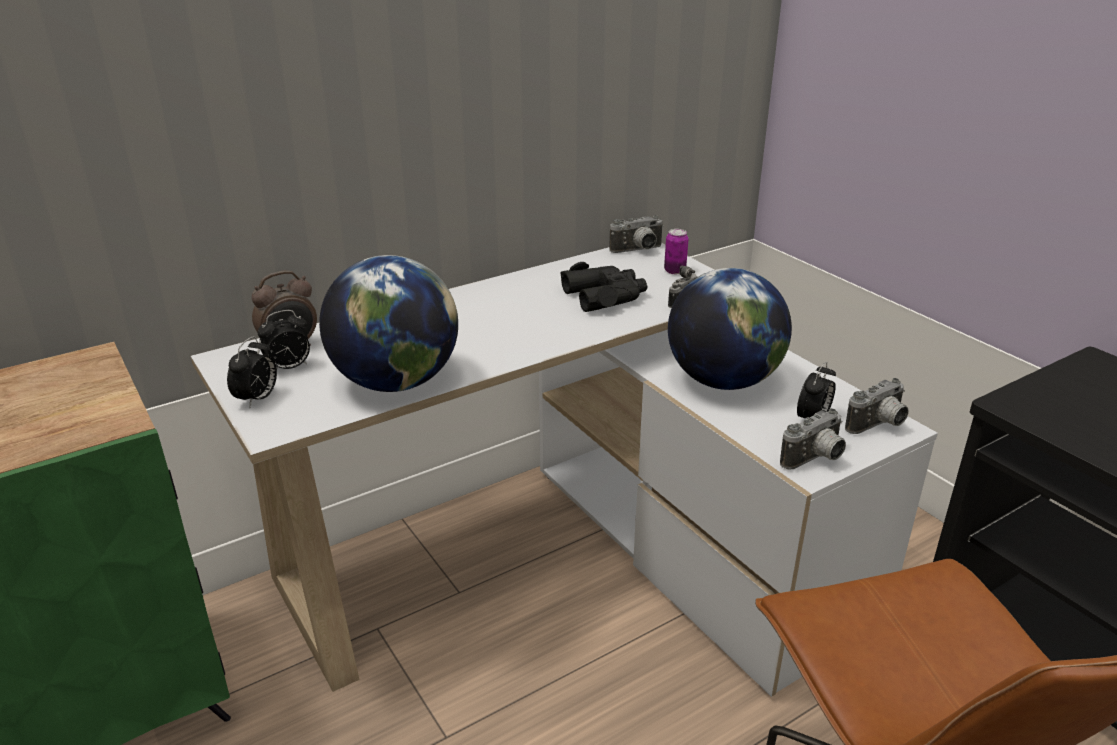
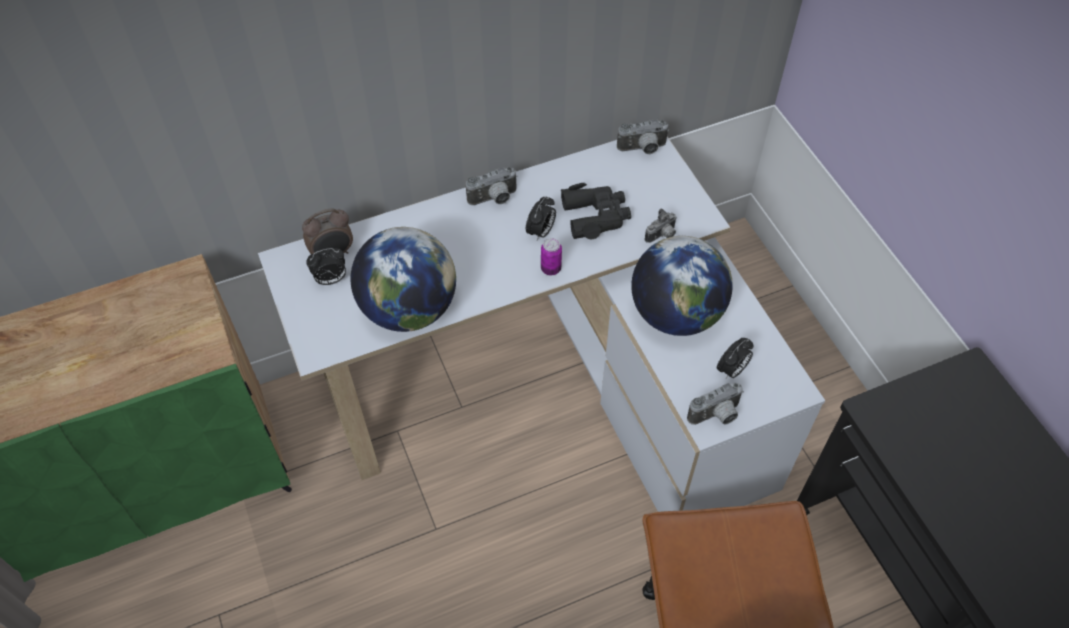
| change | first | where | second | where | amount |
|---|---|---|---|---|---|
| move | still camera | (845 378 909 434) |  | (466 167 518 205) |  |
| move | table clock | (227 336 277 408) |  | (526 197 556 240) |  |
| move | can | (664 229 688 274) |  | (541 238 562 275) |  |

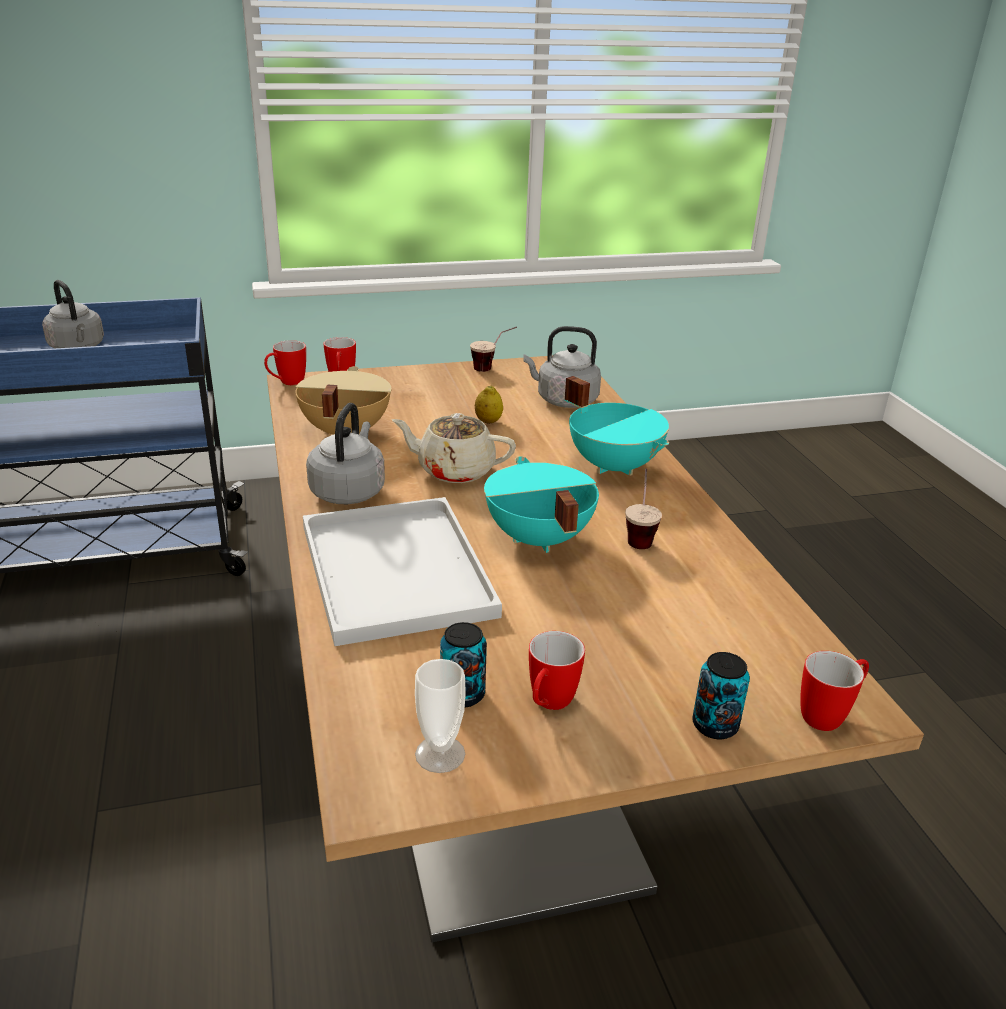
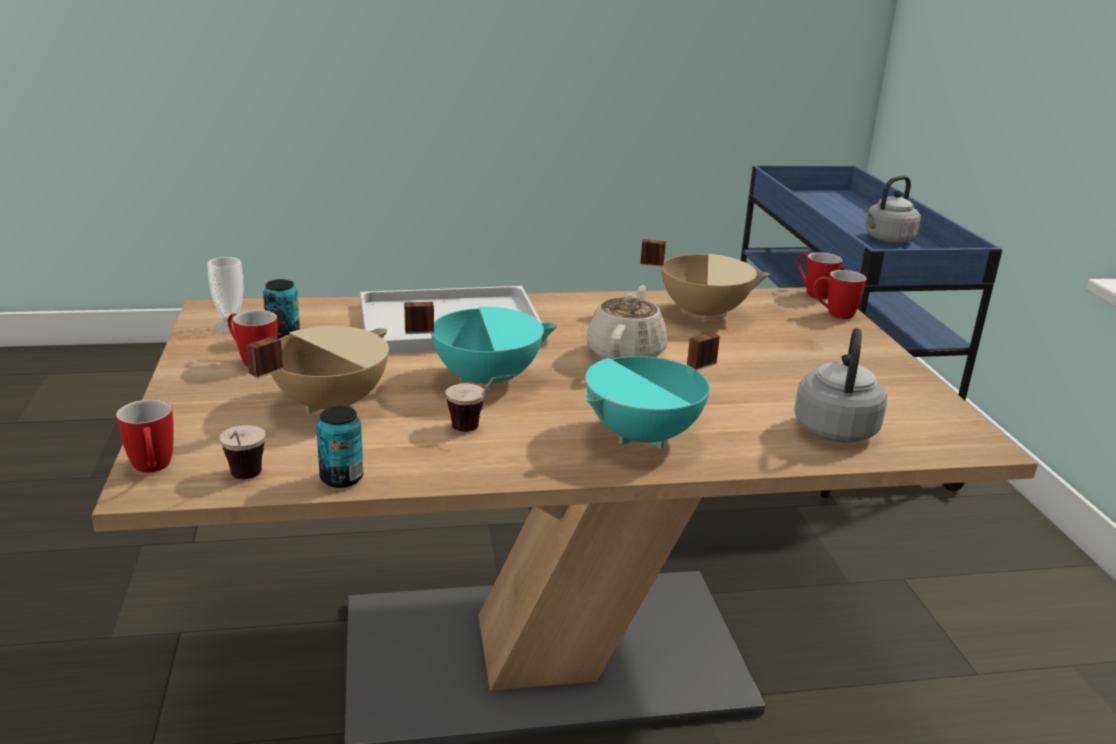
| change | first | where | second | where | amount |
|---|---|---|---|---|---|
| move | cup | (470 326 517 372) |  | (220 425 265 479) |  |
| insert |  |  | beige stockpot | (246 326 389 414) |  |
| move | can | (692 652 750 739) |  | (316 406 363 488) |  |
| delete | grey water kettle | (306 403 385 504) |  |  |  |
| delete | lemon | (475 385 503 424) |  |  |  |

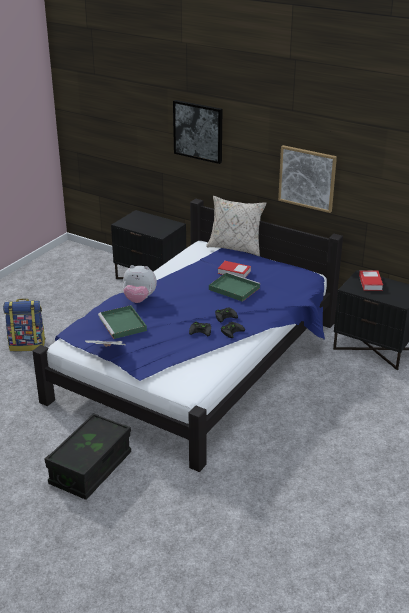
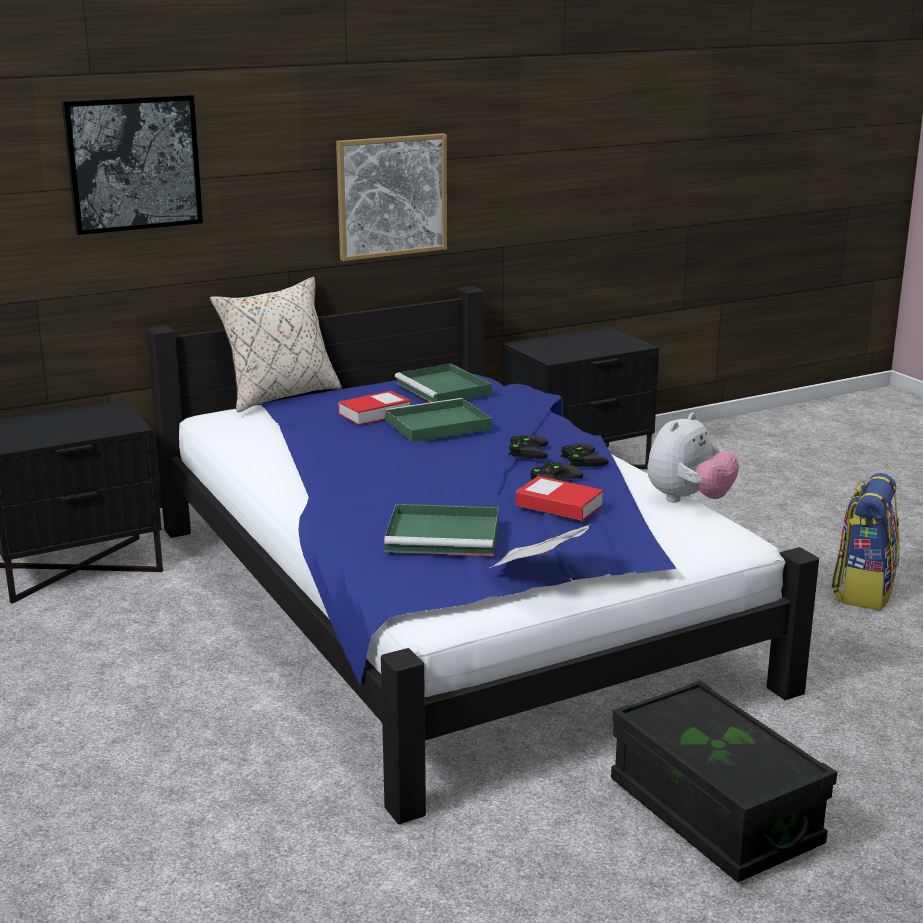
| change | first | where | second | where | amount |
|---|---|---|---|---|---|
| insert |  |  | green-coloured tray | (395 363 492 402) |  |
| move | volume | (359 270 383 291) |  | (516 476 603 521) |  |
| move | soft toy | (123 265 157 303) |  | (647 413 739 502) |  |
| move | rucksack | (3 299 46 351) |  | (831 473 900 610) |  |

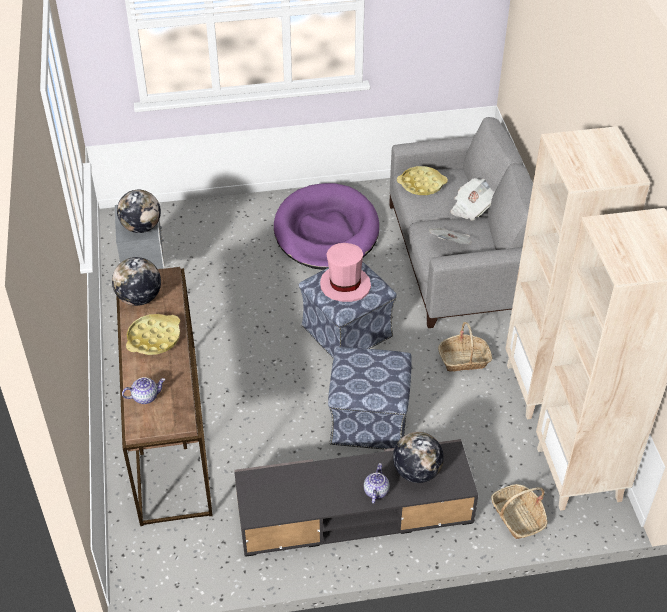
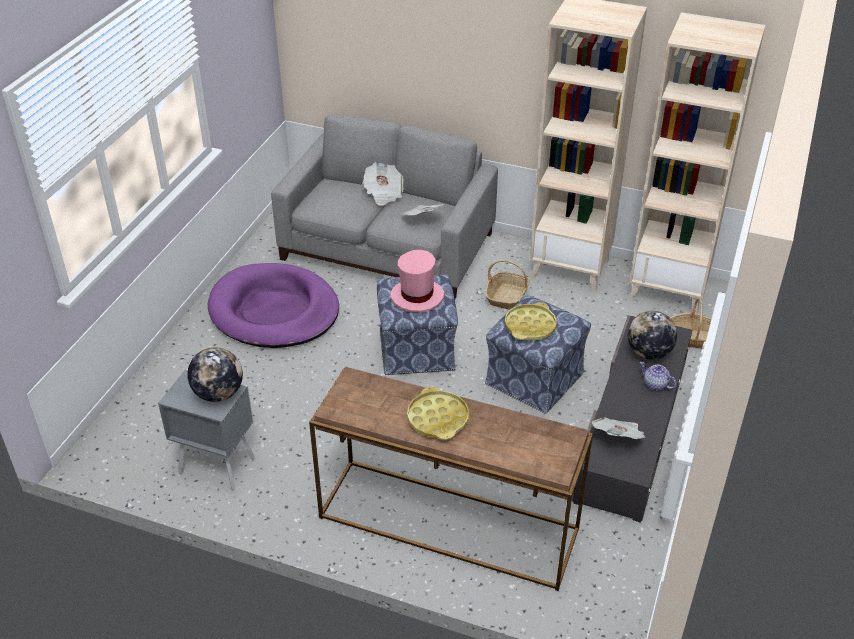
| change | first | where | second | where | amount |
|---|---|---|---|---|---|
| move | yellowish tray | (397 166 448 195) |  | (505 303 557 340) |  |
| insert |  |  | printed paper | (592 417 646 439) |  |
| delete | desk globe | (112 257 161 306) |  |  |  |
| delete | pot for tea | (122 377 165 404) |  |  |  |

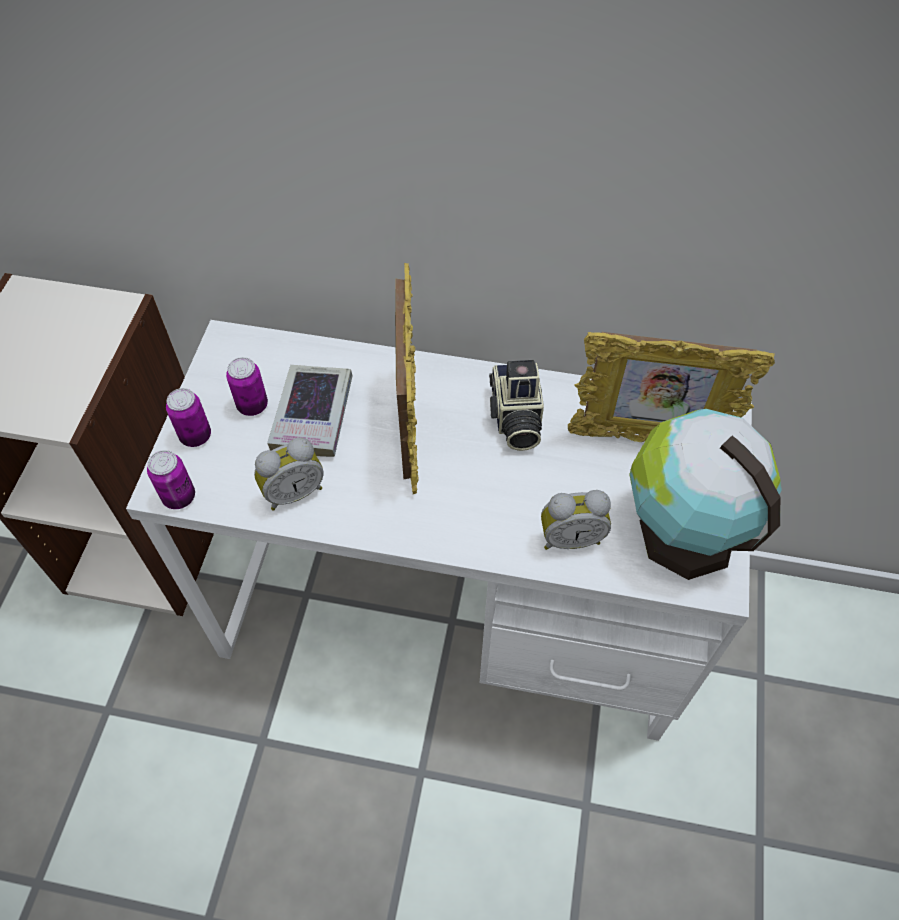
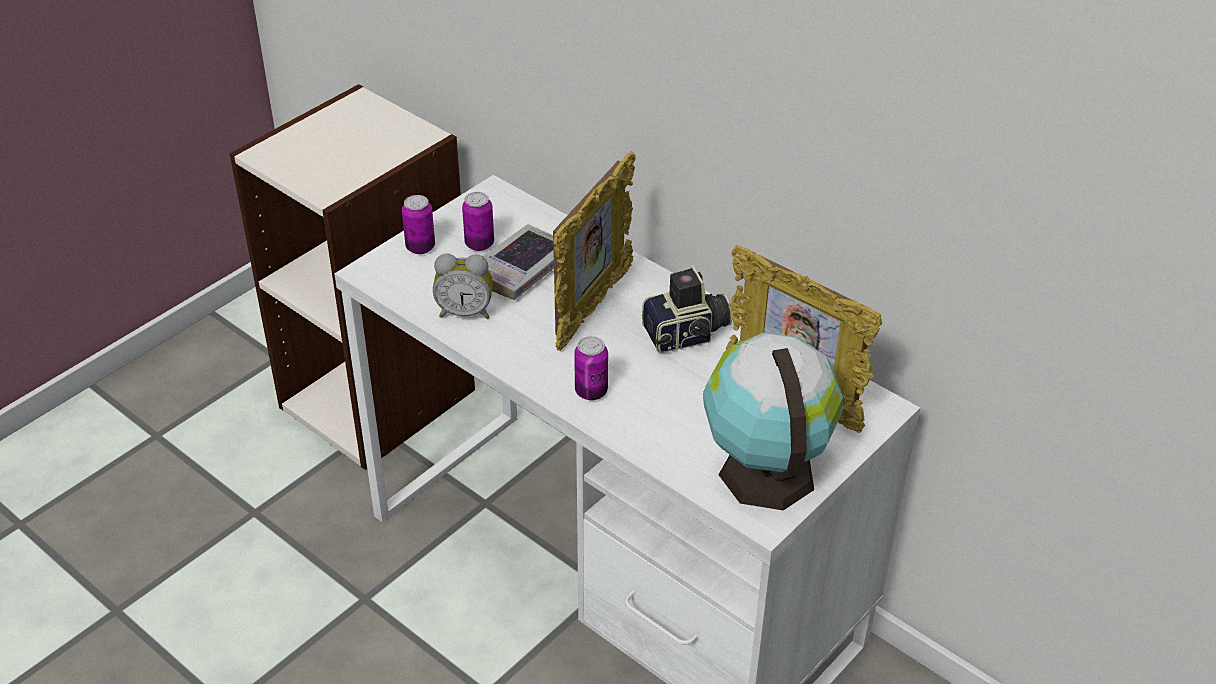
| change | first | where | second | where | amount |
|---|---|---|---|---|---|
| move | can | (147 450 195 509) |  | (574 336 608 400) |  |
| rotate | still camera | (489 360 544 451) |  | (642 265 732 353) | 135 degrees counterclockwise |
| delete | table clock | (541 490 611 550) |  |  |  |

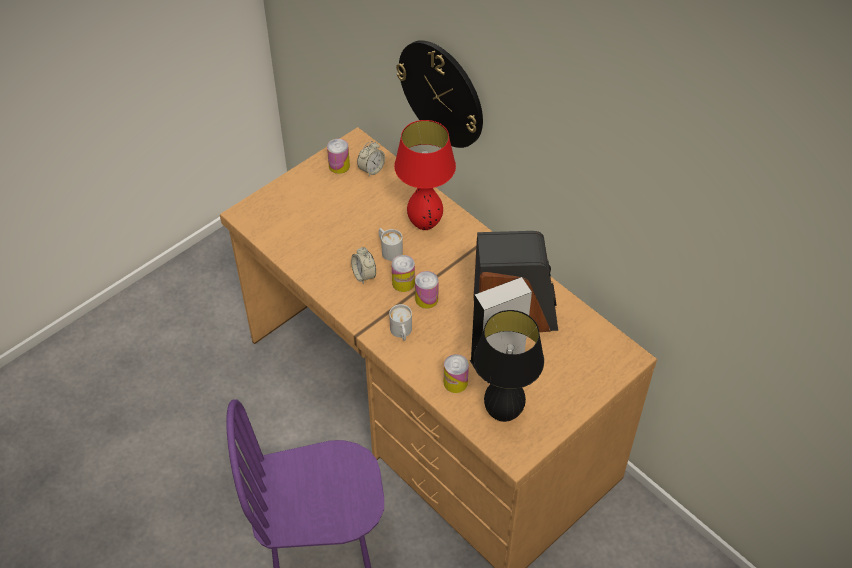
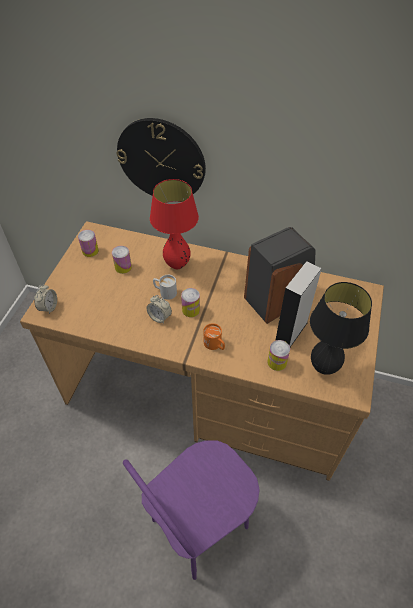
| change | first | where | second | where | amount |
|---|---|---|---|---|---|
| move | table clock | (357 141 385 177) |  | (34 284 57 314) |  |
| move | can | (415 271 439 309) |  | (112 246 132 274) |  |
| recolor | white-coloured coffee mug | (389 304 412 341) | orangey coffee mug | (204 323 225 350) |  |

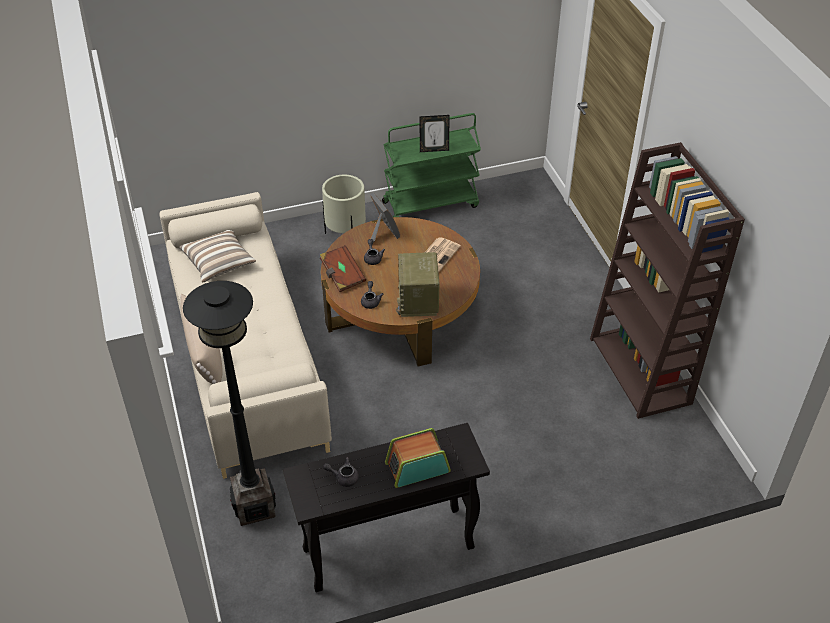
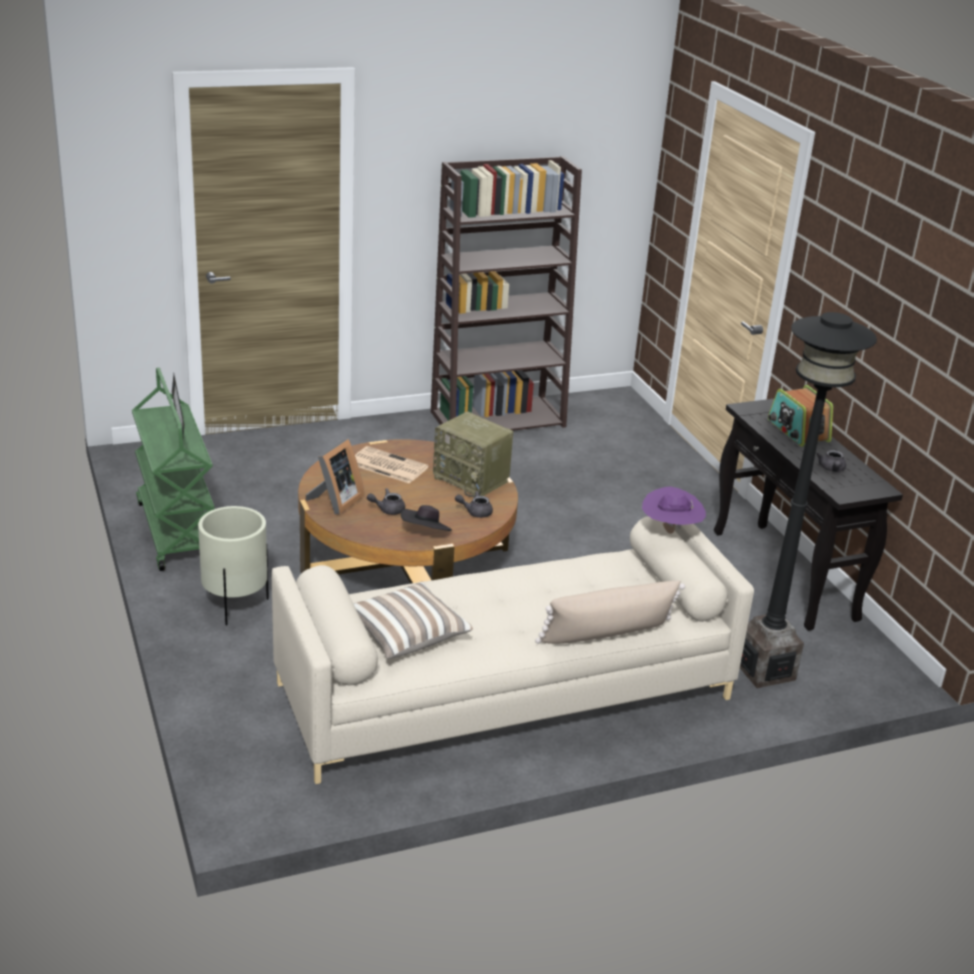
| change | first | where | second | where | amount |
|---|---|---|---|---|---|
| rotate | photo frame | (370 192 400 243) |  | (306 439 365 515) | 150 degrees clockwise |
| replace | brownish volume | (320 245 366 292) | black hat | (401 505 452 531) |  |
| rotate | radio | (396 252 440 317) |  | (433 412 513 497) | 45 degrees clockwise |
| insert |  |  | purple-coloured hat | (642 486 706 534) |  |

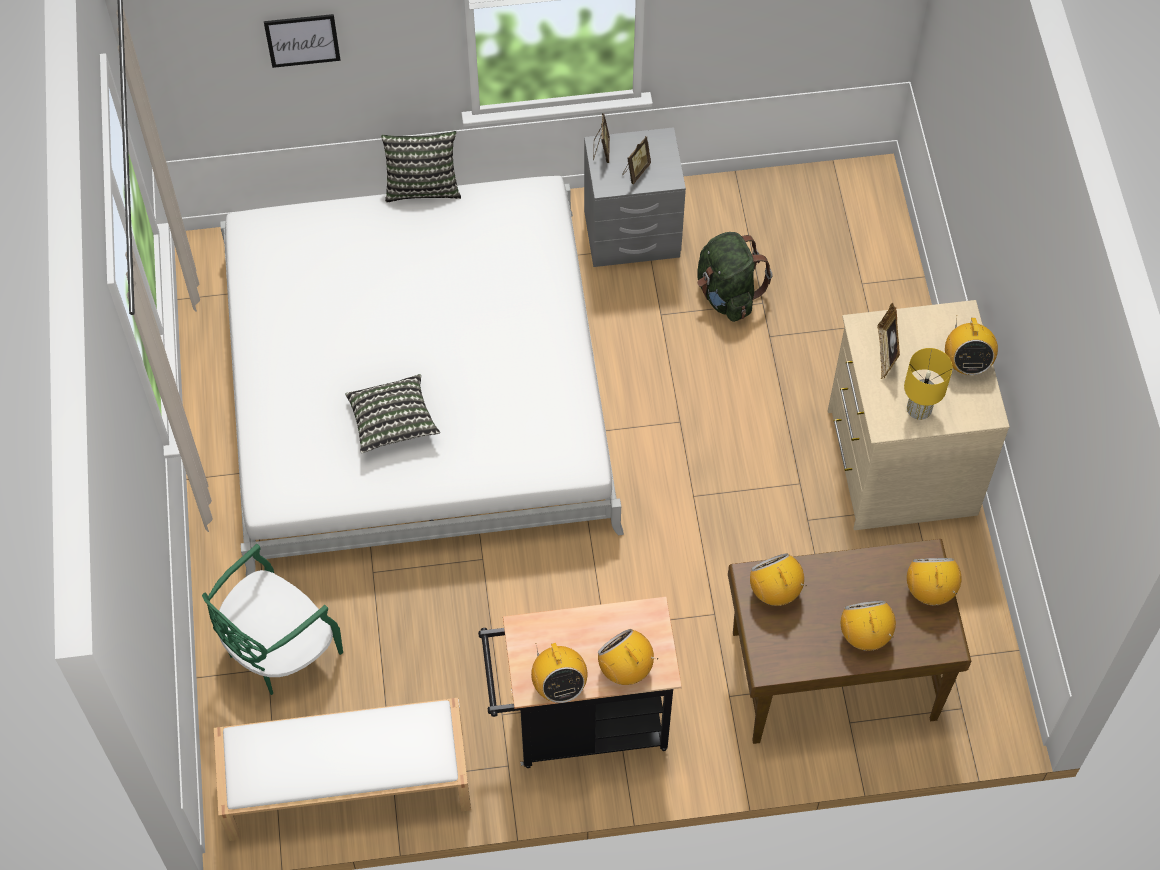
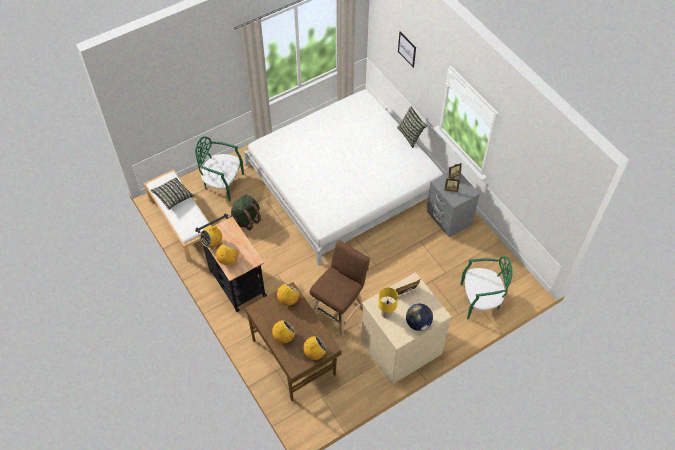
| change | first | where | second | where | amount |
|---|---|---|---|---|---|
| move | pillow | (345 374 440 453) |  | (150 177 194 210) |  |
| move | green-coloured rucksack | (697 232 773 322) |  | (230 194 261 230) |  |
| insert |  |  | brownish sitting stool | (309 240 370 336) |  |
| replace | radio | (945 318 998 375) | desk globe | (406 304 433 331) |  |
| insert |  |  | green-coloured upright chair | (460 256 513 319) |  |

